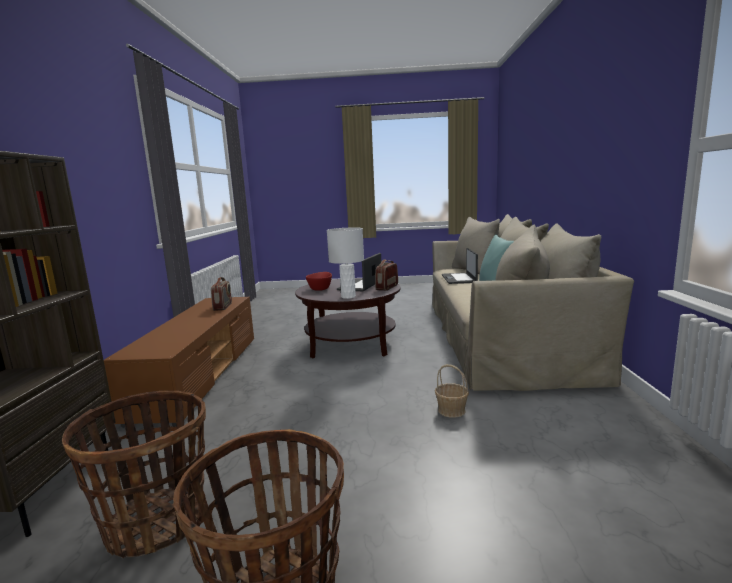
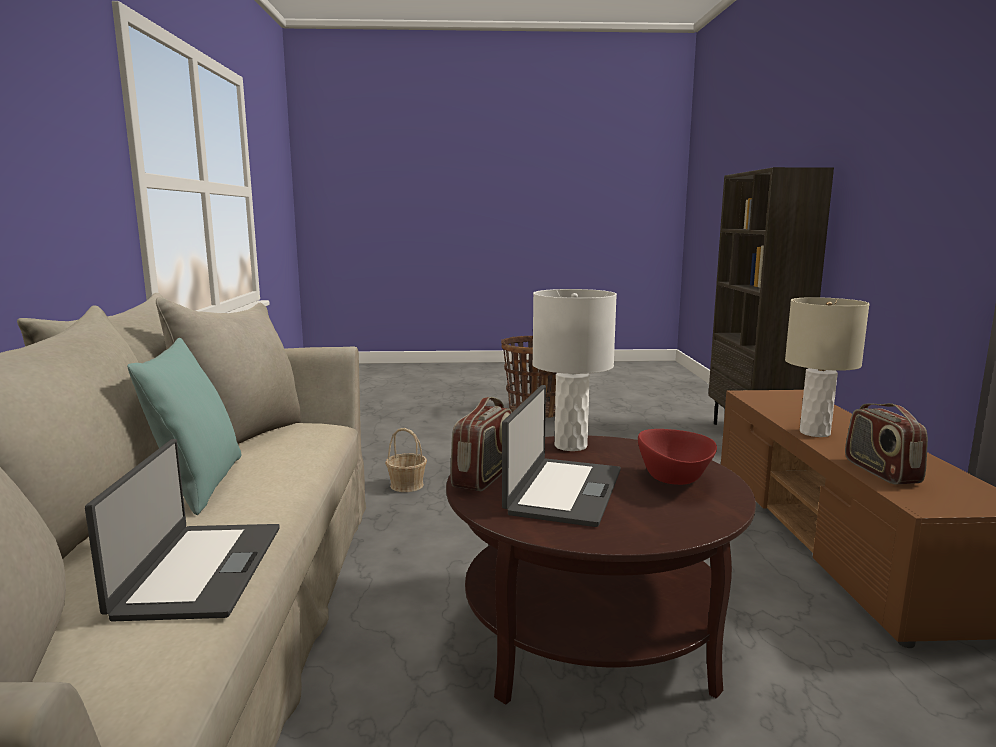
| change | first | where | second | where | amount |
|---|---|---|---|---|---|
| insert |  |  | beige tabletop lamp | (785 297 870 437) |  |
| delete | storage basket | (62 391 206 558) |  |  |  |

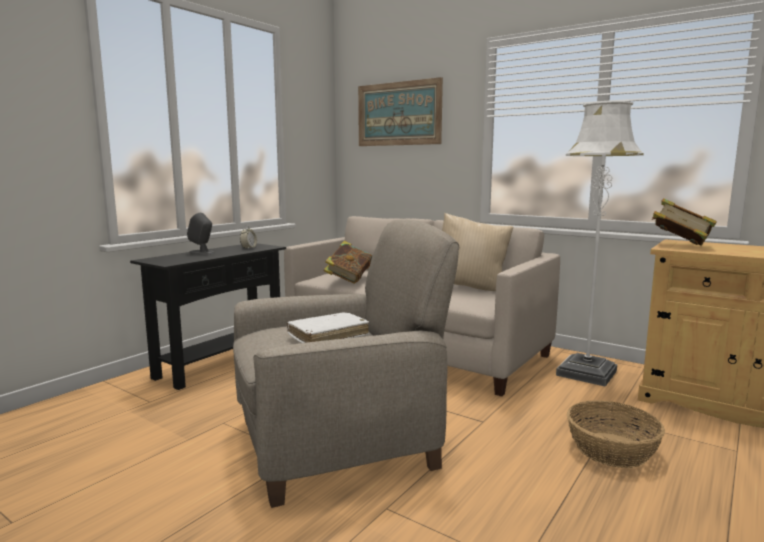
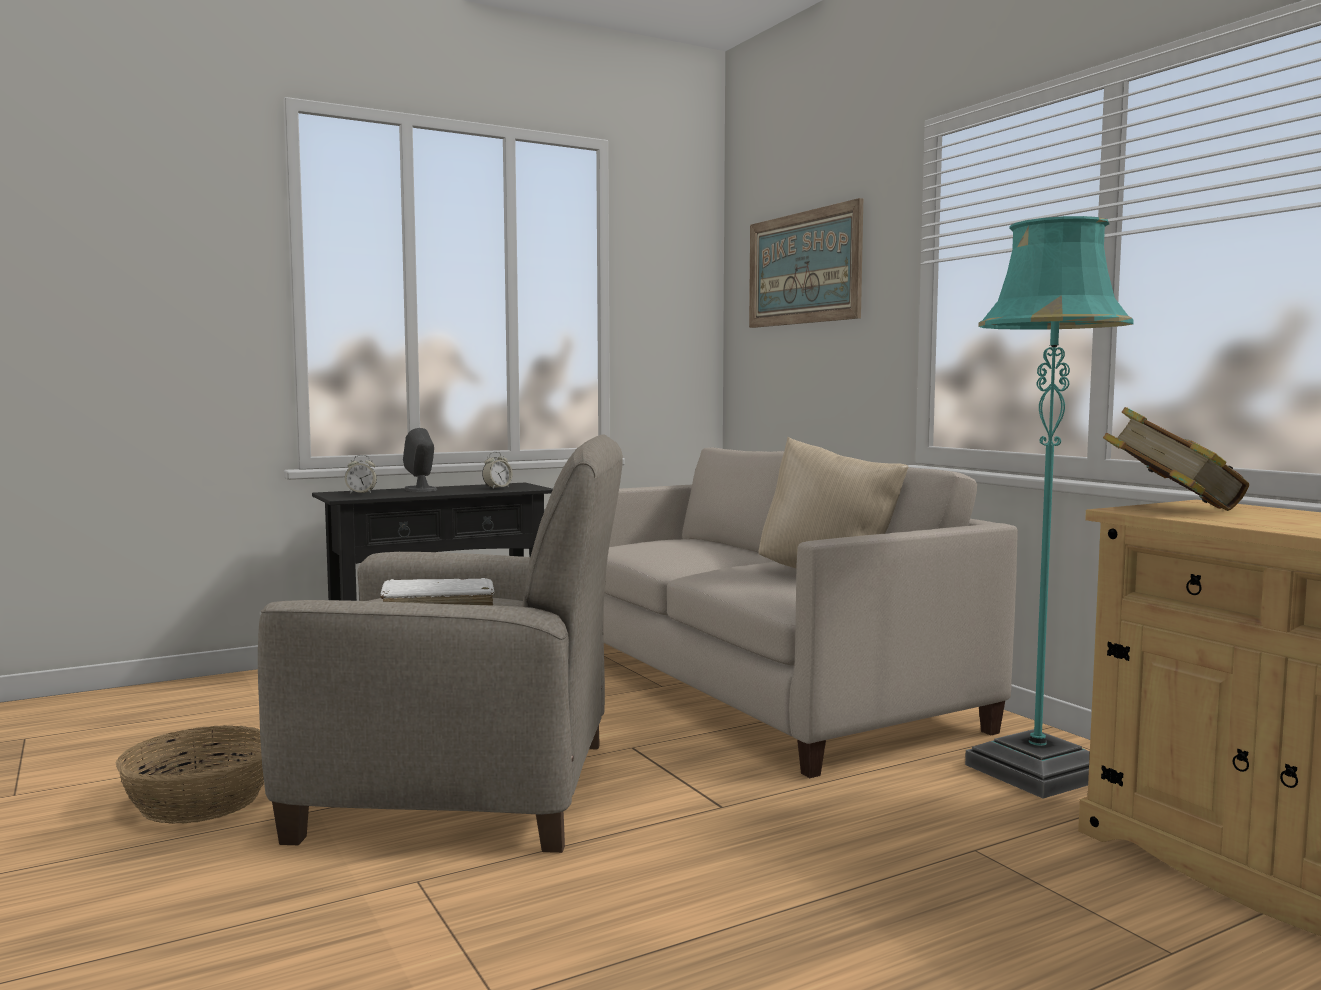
| change | first | where | second | where | amount |
|---|---|---|---|---|---|
| move | storage basket | (567 400 665 468) |  | (115 725 264 824) |  |
| insert |  |  | table clock | (345 455 377 494) |  |
| recolor | white-coloured floor lamp | (556 101 644 387) | blue-green floor lamp | (965 216 1134 799) |  |
| delete | volume | (324 241 372 283) |  |  |  |

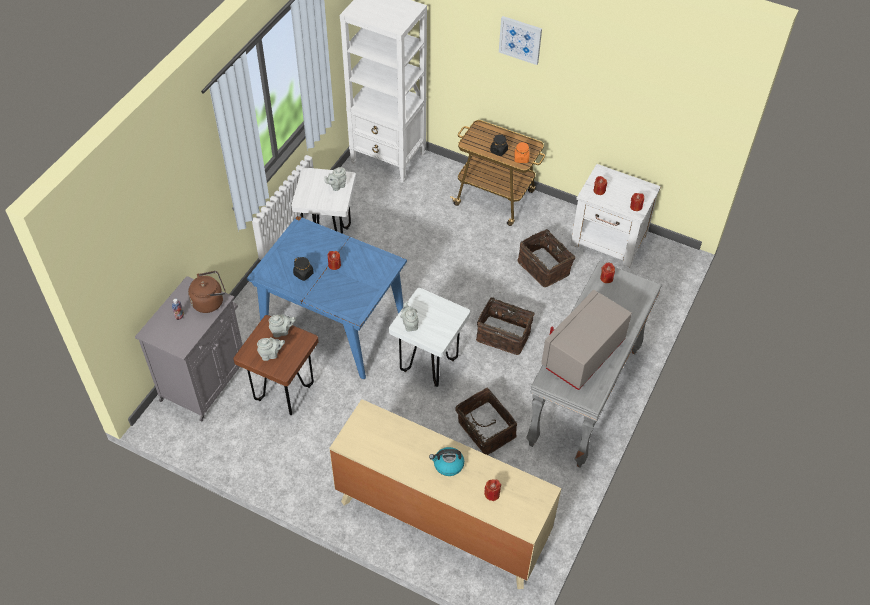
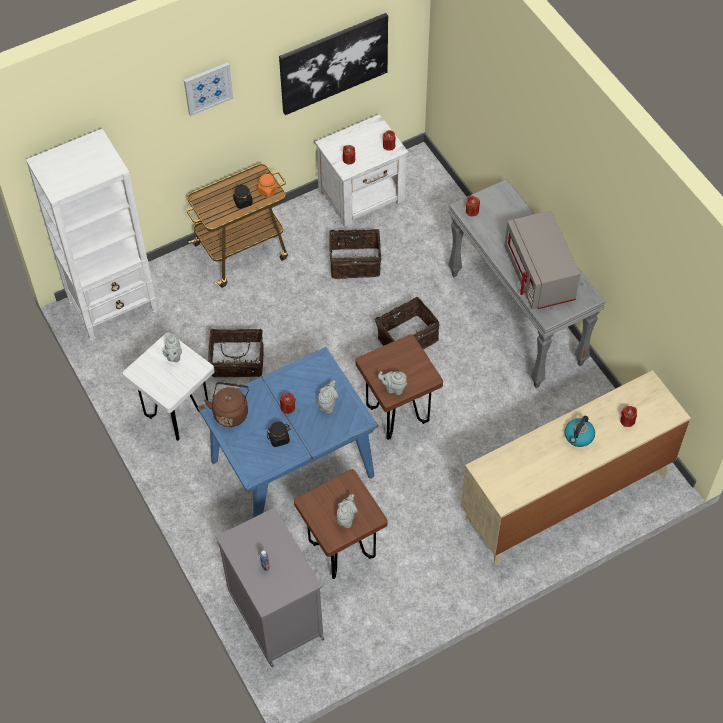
| change | first | where | second | where | amount |
|---|---|---|---|---|---|
| move | brownish water kettle | (188 271 226 313) |  | (204 382 249 427) |  |
| move | storage basket | (455 387 517 455) |  | (208 329 264 377) |  |
| insert |  |  | picture | (279 13 388 115) |  |
| move | grey pot for tea | (269 314 296 337) |  | (318 380 339 413) |  |
| recolor | white-coloured sitting stool | (389 288 470 387) | brownish sitting stool | (356 334 443 440) |  |

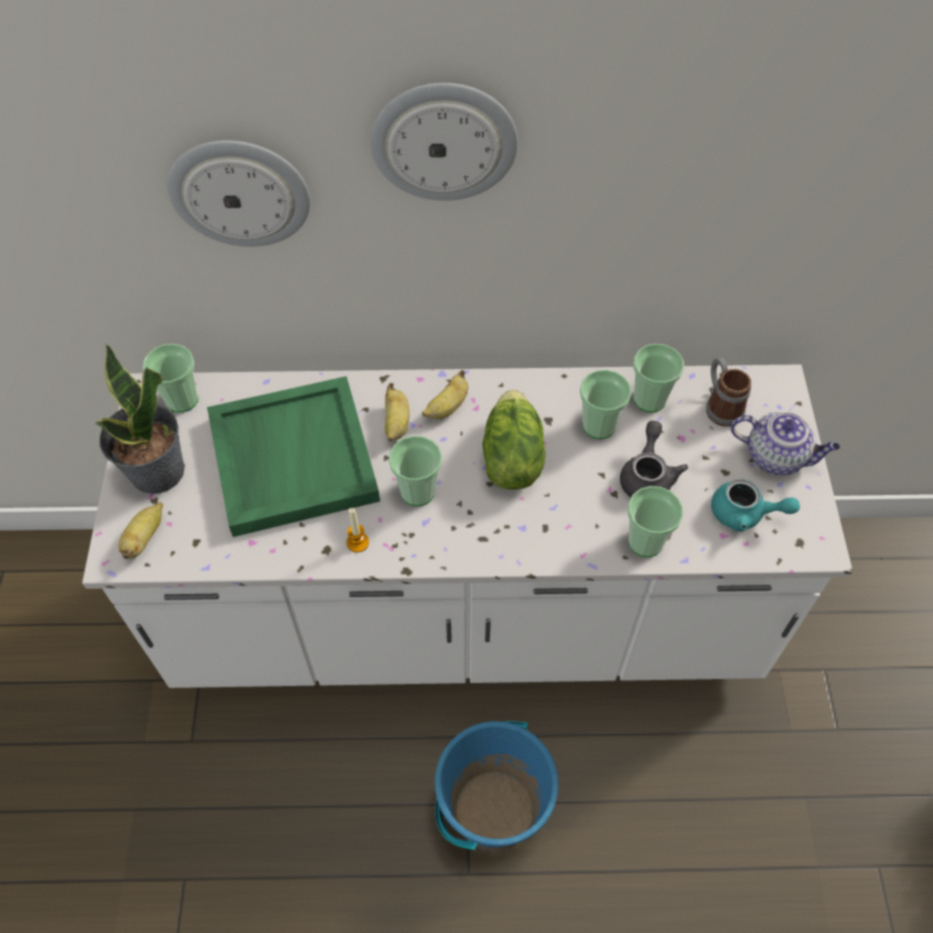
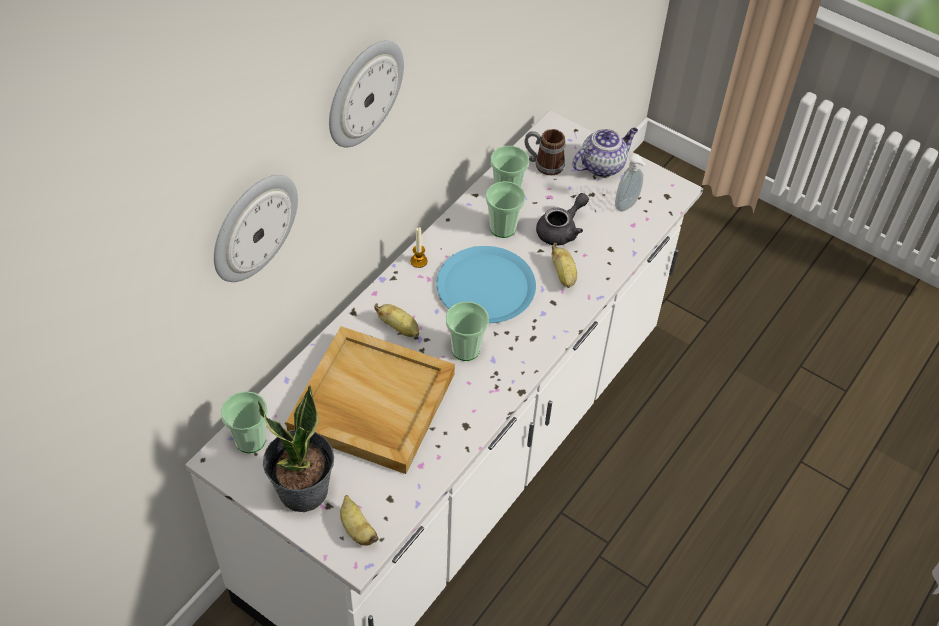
| change | first | where | second | where | amount |
|---|---|---|---|---|---|
| recolor | green-coloured tray | (207 376 380 537) | beige tray | (286 326 455 474) |  |
| move | candle | (347 508 369 552) |  | (410 227 427 268) |  |
| replace | lettuce | (482 390 545 490) | blue-coloured flat dish | (436 246 536 323) |  |
| rotate | grey pot for tea | (620 421 688 497) |  | (536 193 589 246) | 90 degrees clockwise |
| move | banana | (422 370 468 420) |  | (552 243 577 288) |  |
| replace | blue-green pot for tea | (711 479 800 532) | soap dispenser | (615 154 645 212) |  |
| delete | blue-coloured water bucket | (435 721 558 851) |  |  |  |
| delete | cup | (628 486 683 557) |  |  |  |

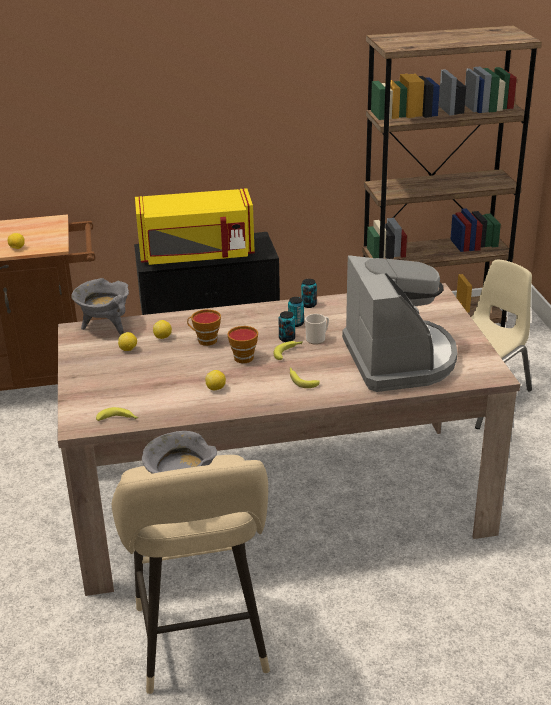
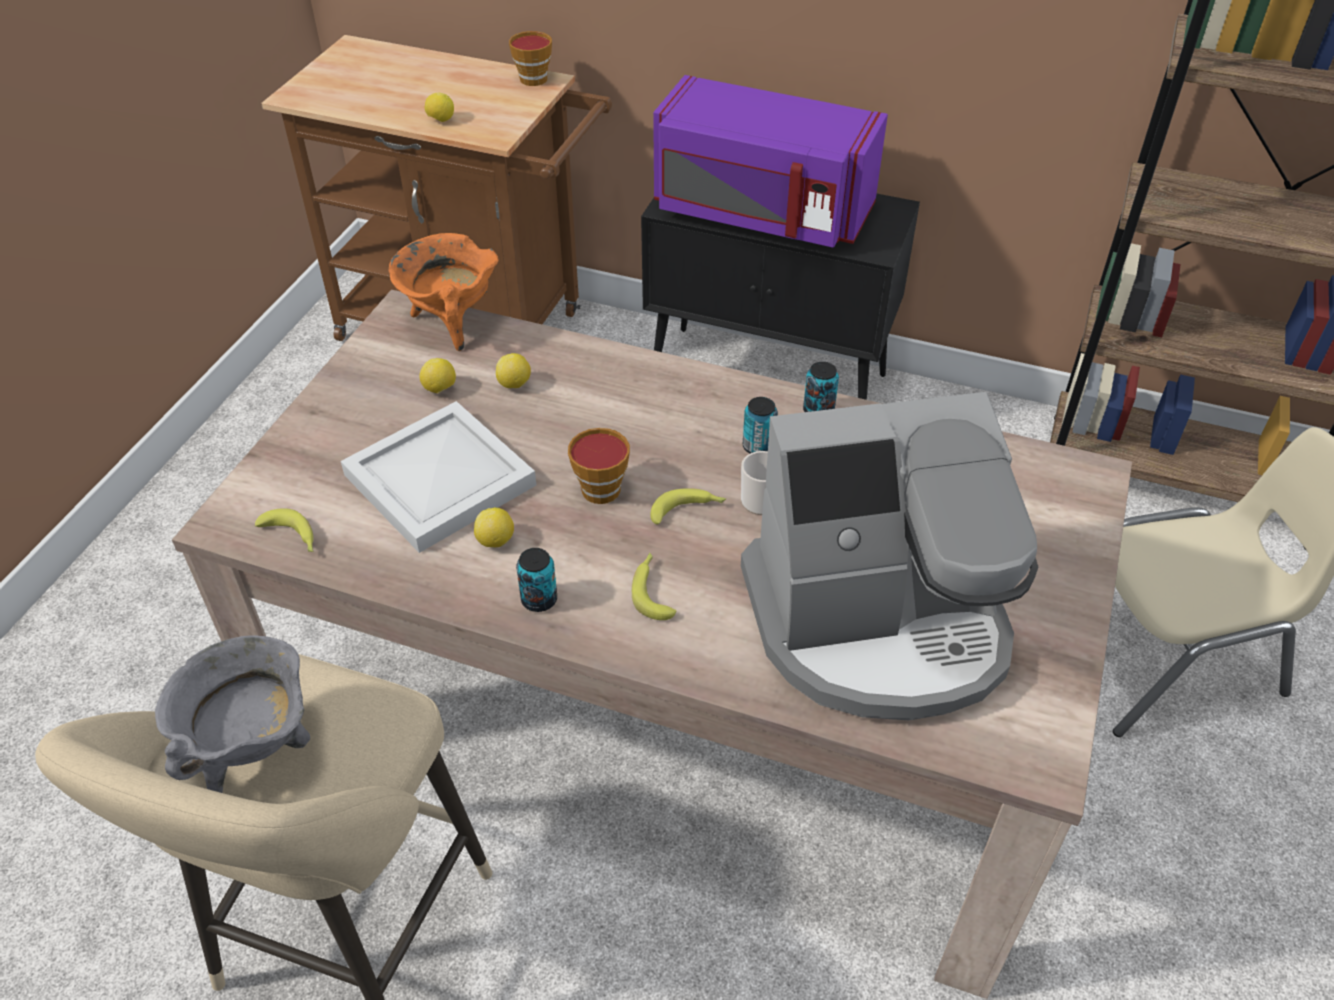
| change | first | where | second | where | amount |
|---|---|---|---|---|---|
| insert |  |  | white-coloured tray | (341 401 536 553) |  |
| recolor | grey stockpot | (71 278 129 335) | orangey stockpot | (389 233 498 351) |  |
| move | cup | (187 309 221 346) |  | (509 31 552 86) |  |
| move | can | (278 311 295 342) |  | (516 548 557 612) |  |
| recolor | yellowish microwave oven | (135 188 255 265) | purple-coloured microwave oven | (653 75 888 248) |  |
| rotate | coffee brewer | (342 255 458 392) |  | (741 392 1038 720) | 60 degrees clockwise |

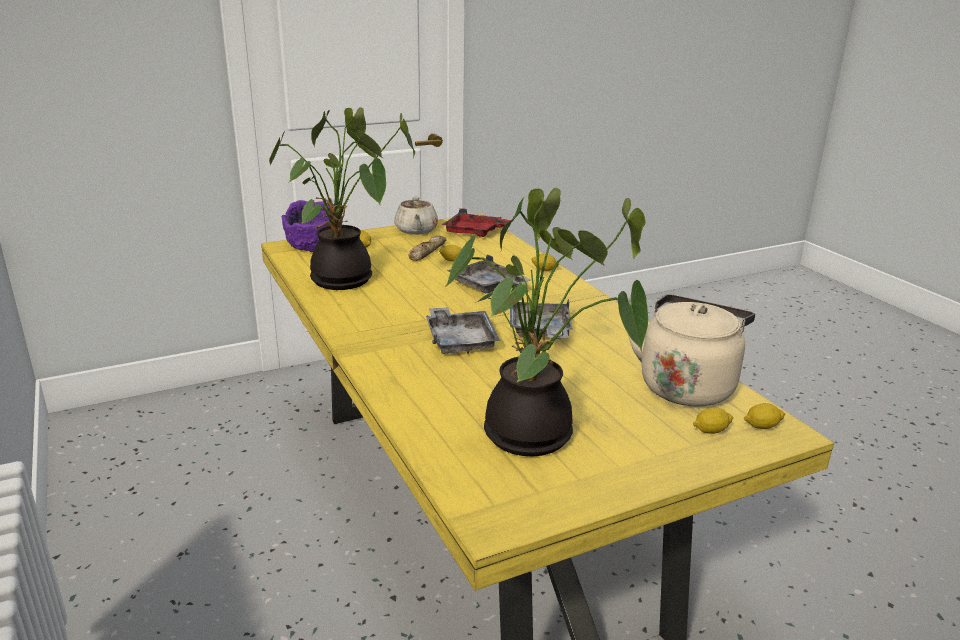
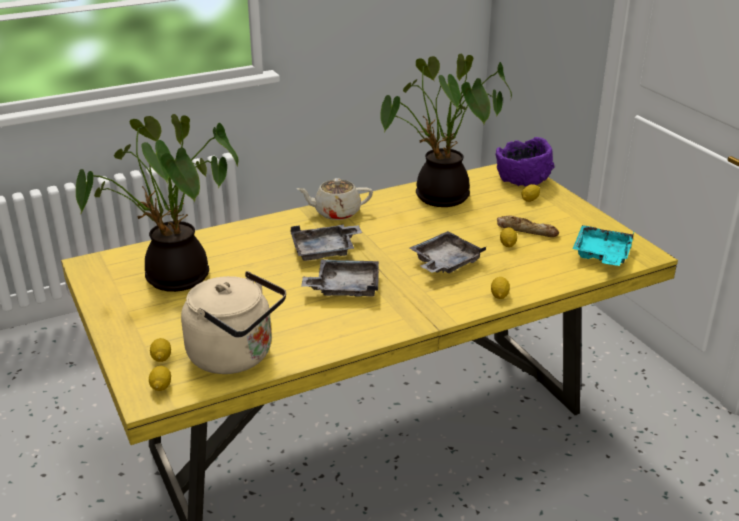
| change | first | where | second | where | amount |
|---|---|---|---|---|---|
| move | beige pot for tea | (394 196 438 235) |  | (297 178 373 220) |  |
| recolor | red tray | (442 208 510 237) | blue-green tray | (573 225 635 266) |  |

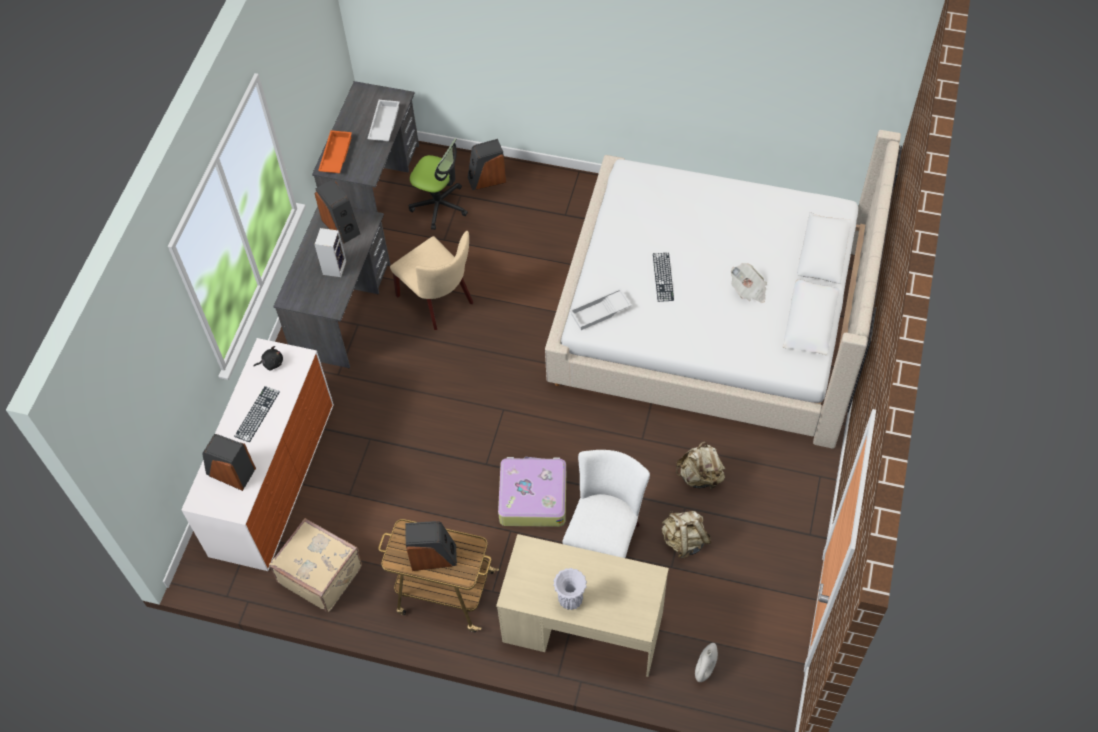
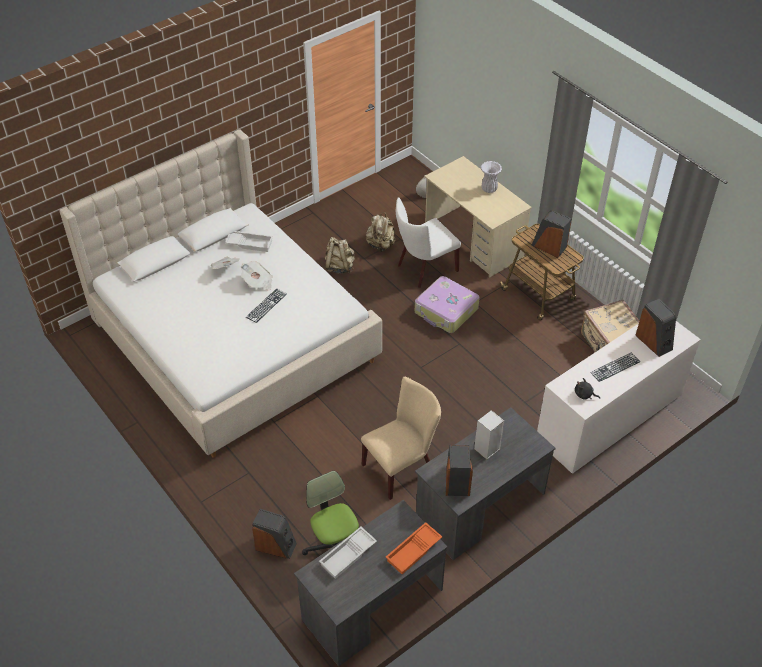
| change | first | where | second | where | amount |
|---|---|---|---|---|---|
| move | white-coloured tray | (570 288 632 330) |  | (225 231 273 252) |  |
| insert |  |  | printed paper | (241 261 273 291) |  |
| rotate | beige upright chair | (390 231 473 330) |  | (361 377 441 500) | 60 degrees clockwise |

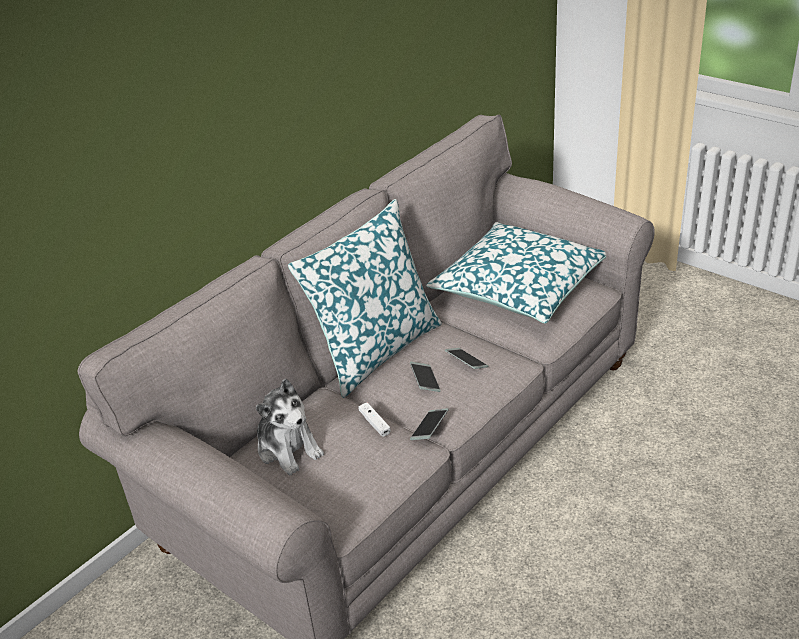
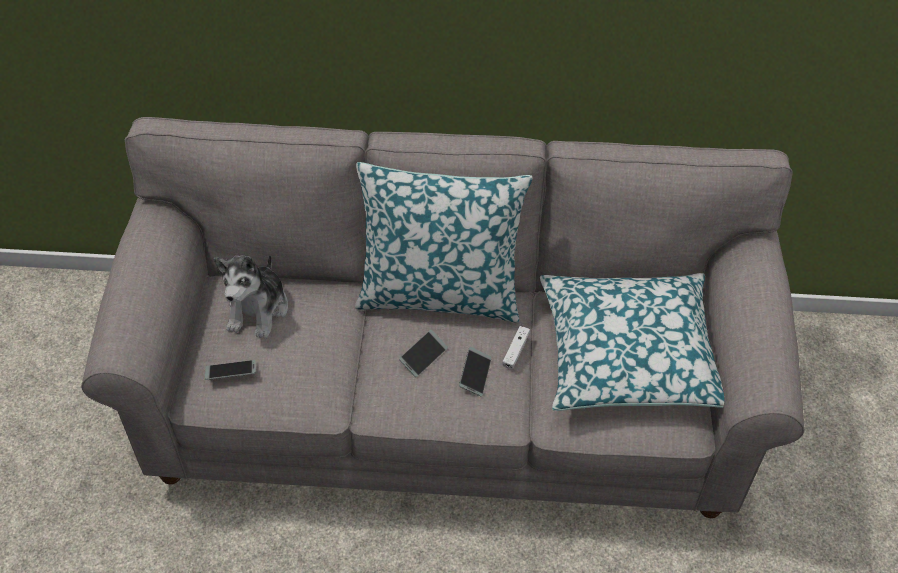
| change | first | where | second | where | amount |
|---|---|---|---|---|---|
| move | handset | (410 408 449 440) |  | (205 360 256 380) |  |
| move | white-coloured joypad | (358 402 391 437) |  | (503 326 530 369) |  |

